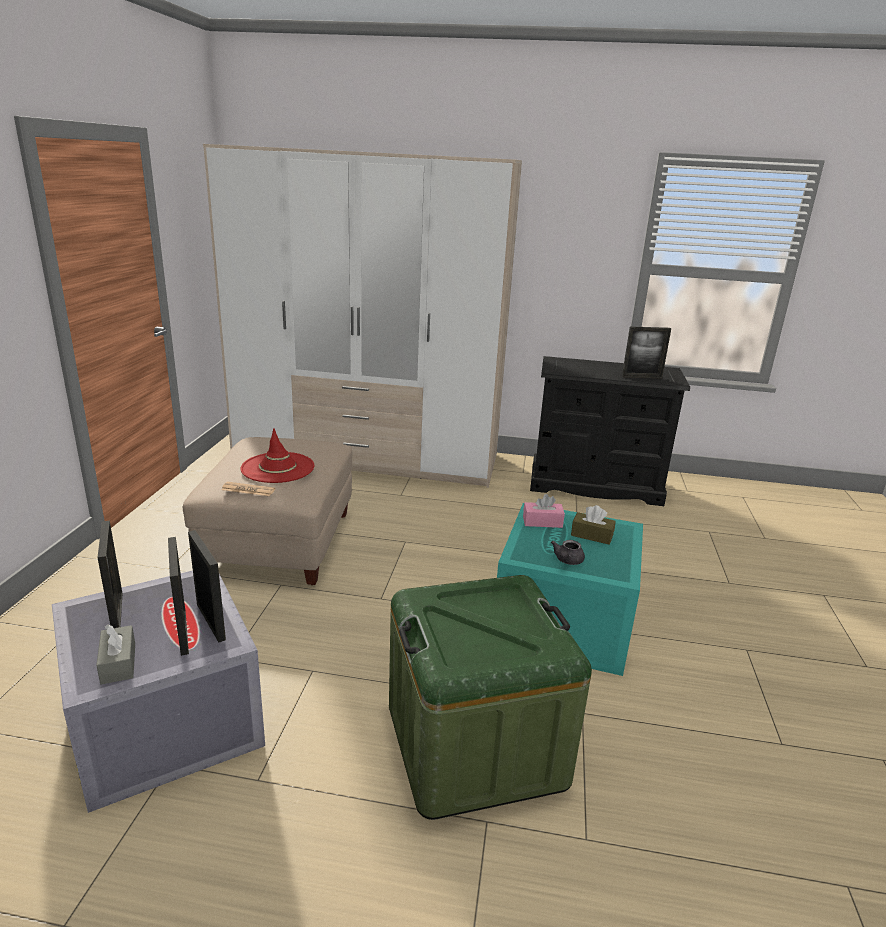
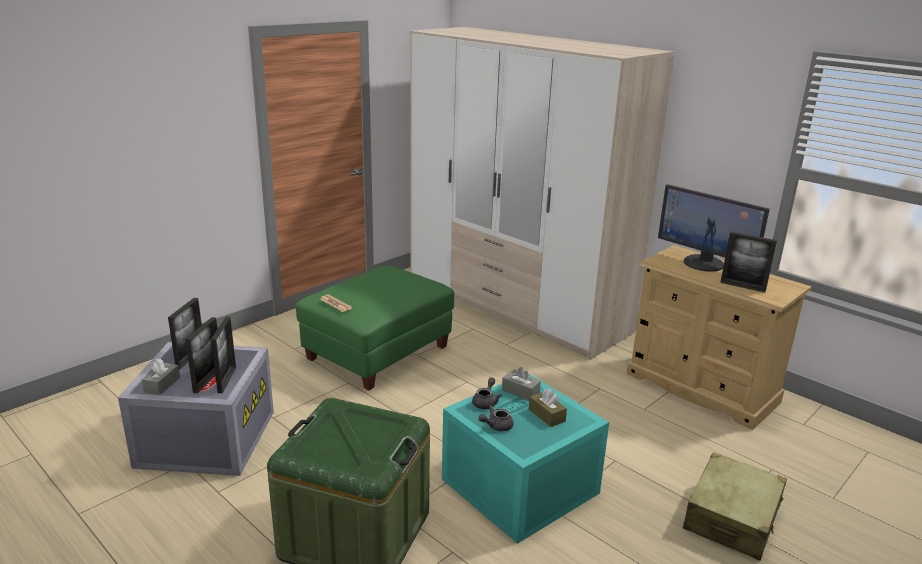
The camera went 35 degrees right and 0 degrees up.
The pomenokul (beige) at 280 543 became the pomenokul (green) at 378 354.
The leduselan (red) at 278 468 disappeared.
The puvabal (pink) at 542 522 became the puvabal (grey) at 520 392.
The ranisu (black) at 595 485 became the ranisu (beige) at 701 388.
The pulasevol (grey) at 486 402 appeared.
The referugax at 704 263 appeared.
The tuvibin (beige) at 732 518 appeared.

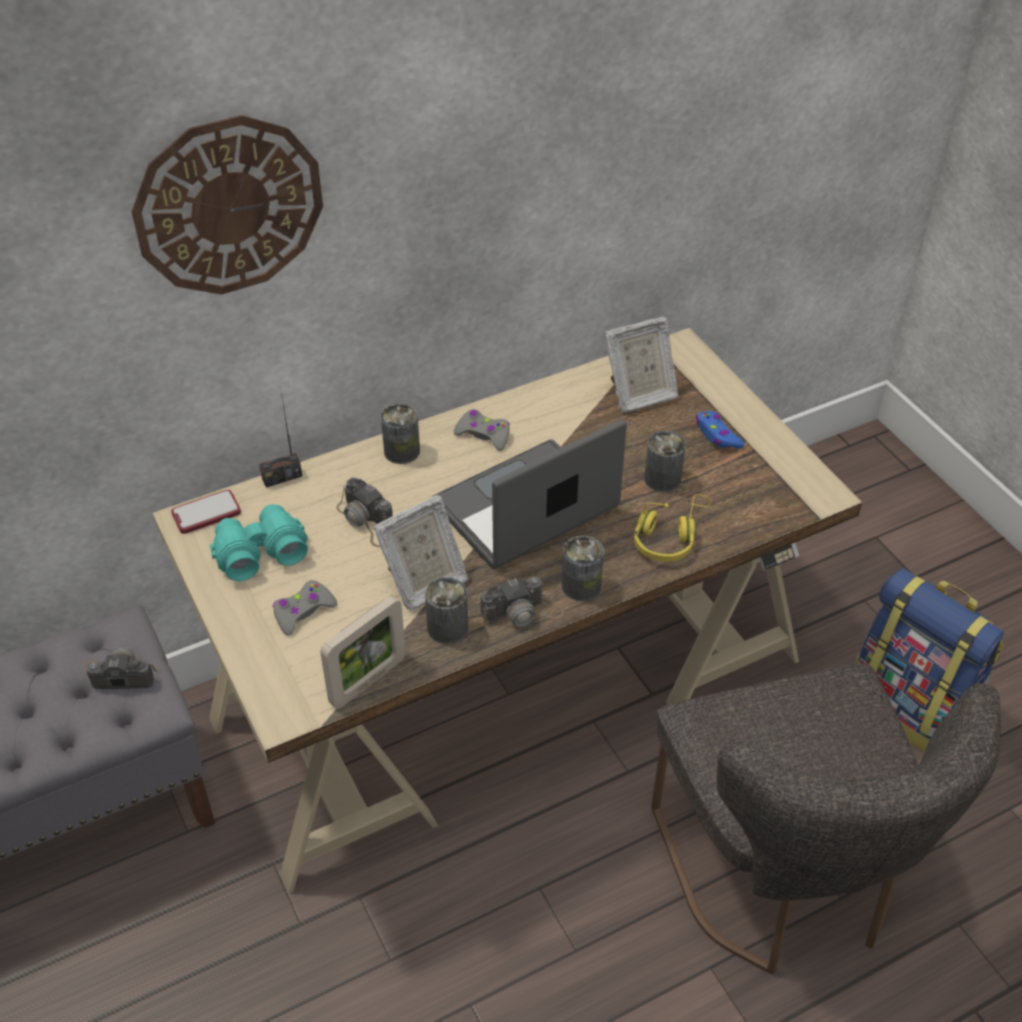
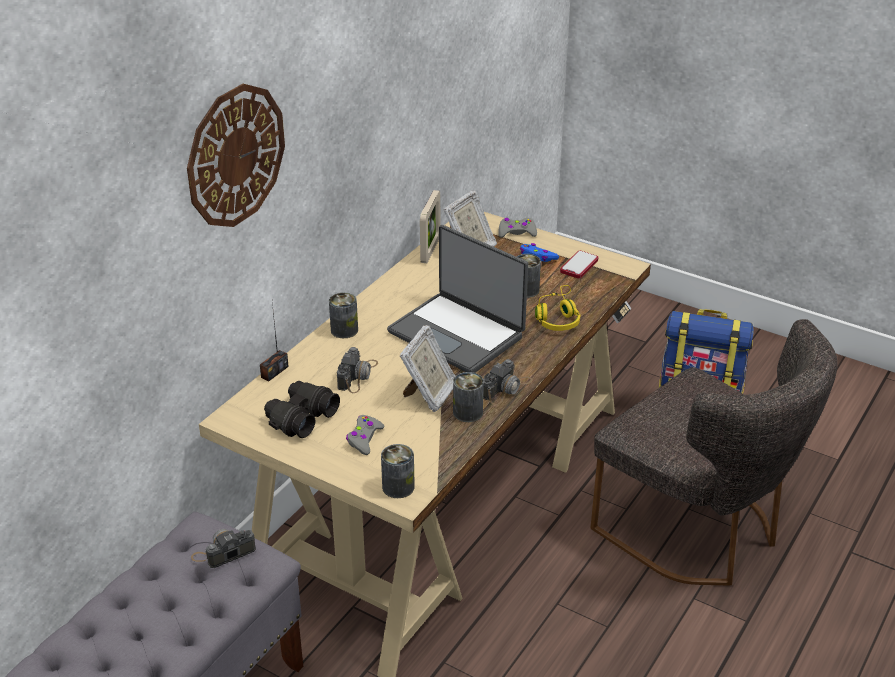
The camera went 30 degrees left and 10 degrees down.
The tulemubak moved from 206 513 to 579 266.
The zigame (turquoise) at 259 551 became the zigame (black) at 300 417.
The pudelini moved from 368 681 to 430 250.
The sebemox at 366 520 turned 90 degrees counterclockwise.
The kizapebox at 527 509 turned 75 degrees counterclockwise.
The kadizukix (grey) moved from 483 435 to 516 232.
The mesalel moved from 581 586 to 398 487.

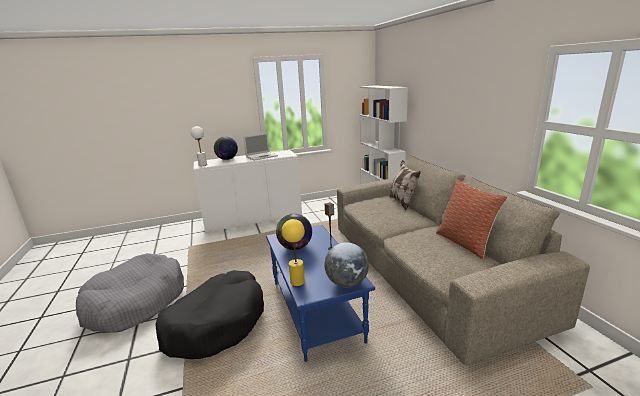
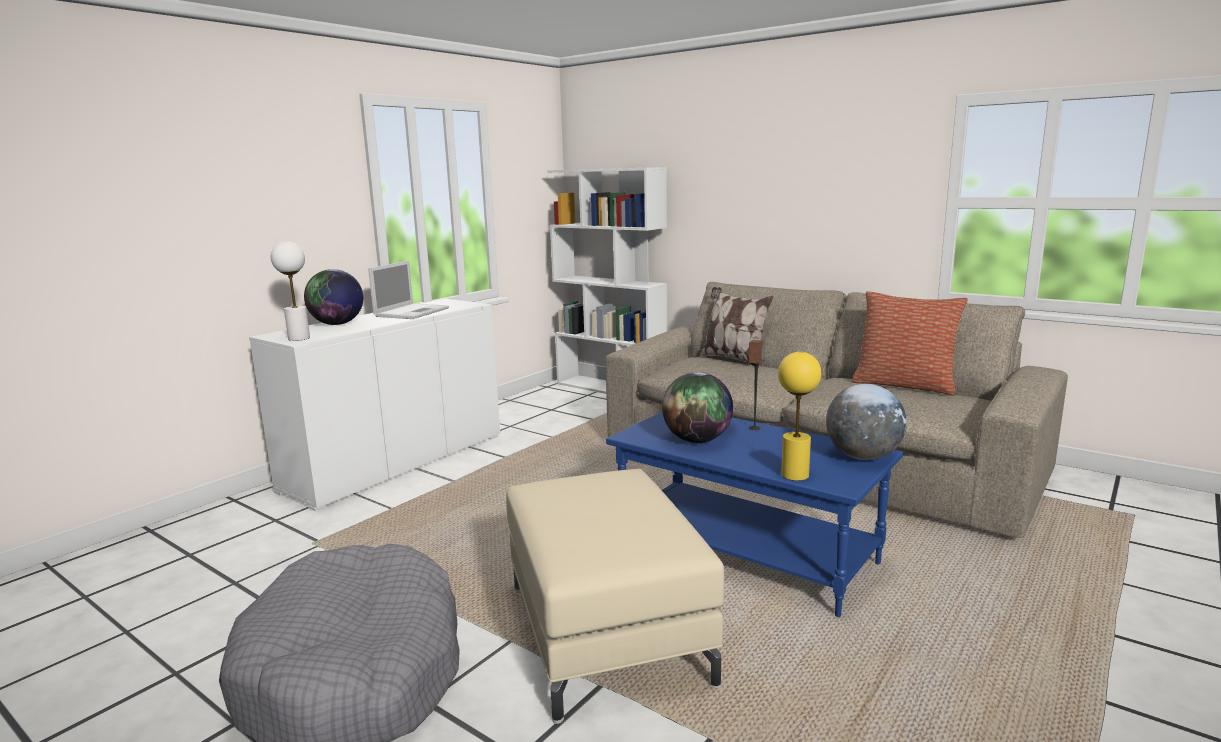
The camera went 35 degrees left and 5 degrees down.
The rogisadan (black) at 216 323 was replaced by the pomenokul (beige) at 608 633.

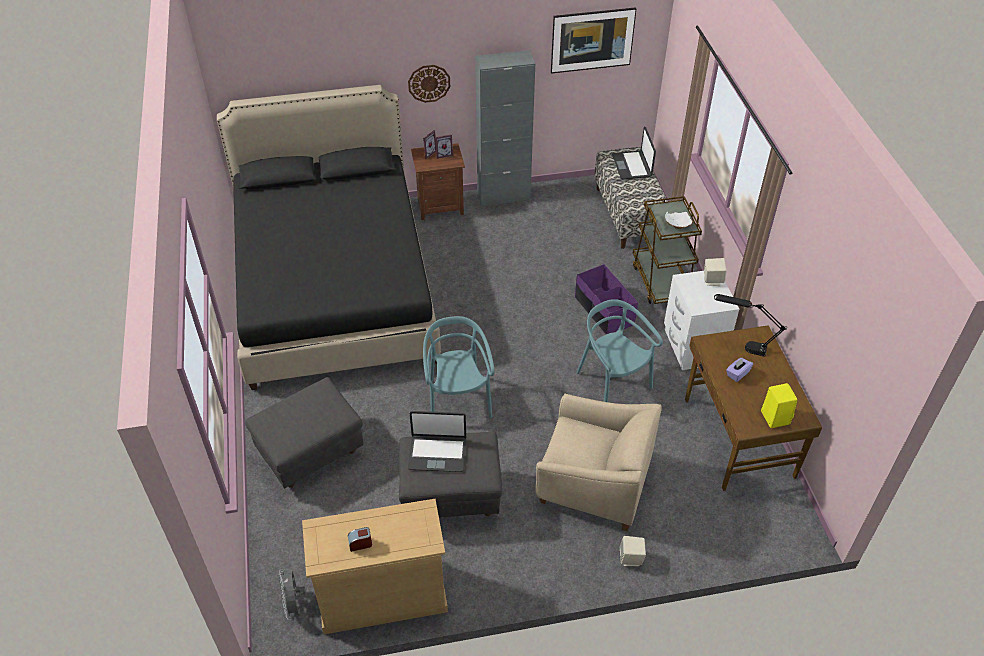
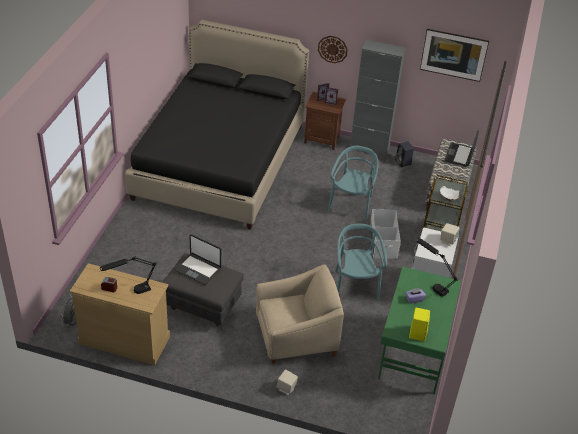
The camera went 25 degrees right and 5 degrees down.
The pomenokul (grey) at 311 454 disappeared.
The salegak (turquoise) moved from 458 400 to 351 204.
The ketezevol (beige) at 593 483 turned 60 degrees counterclockwise.
The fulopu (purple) at 604 311 became the fulopu (white) at 383 242.
The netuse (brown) at 737 438 became the netuse (green) at 413 353.
The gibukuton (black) at 131 292 appeared.
The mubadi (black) at 403 162 appeared.

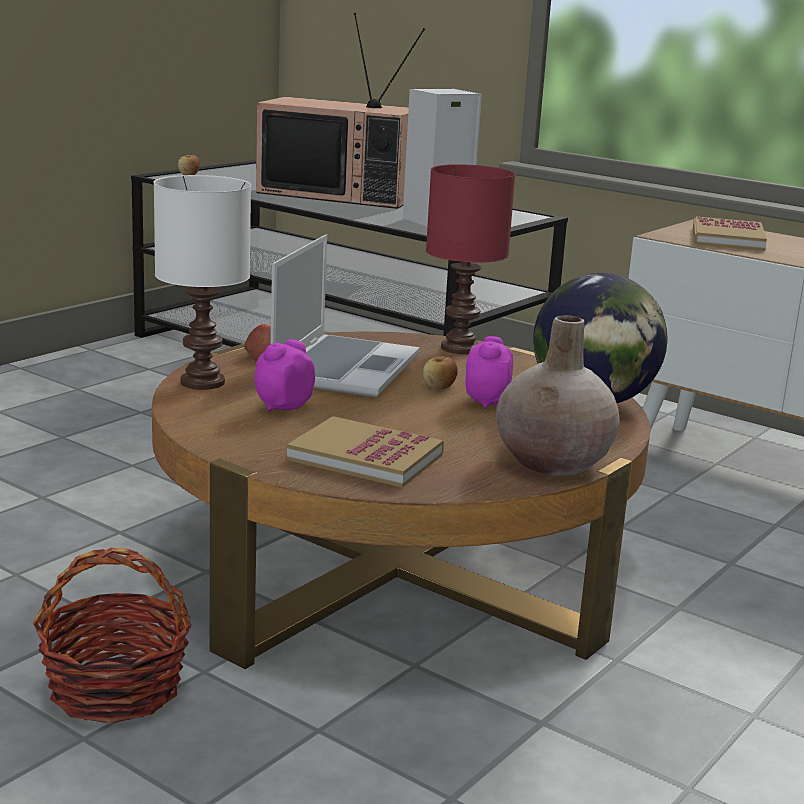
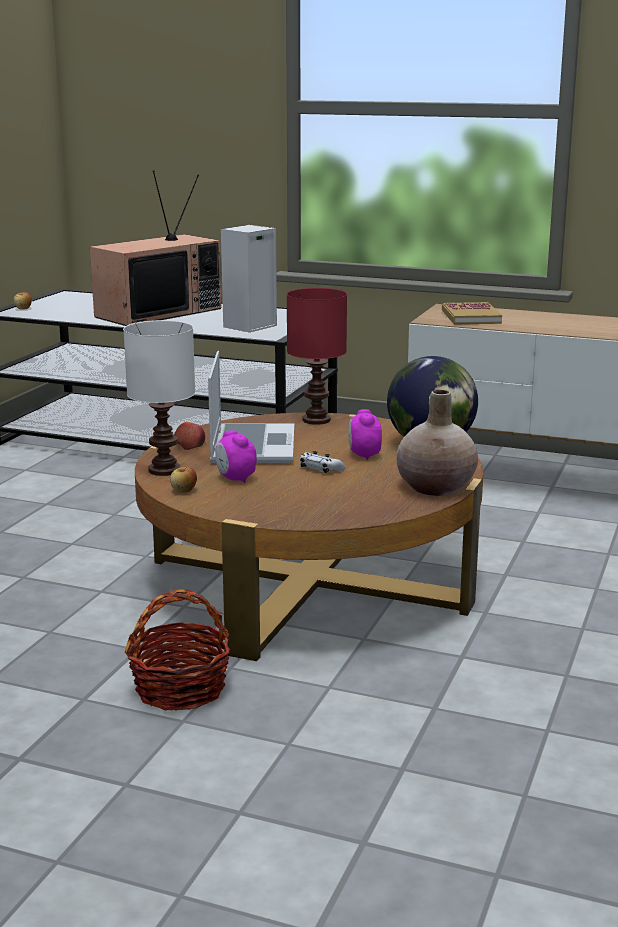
The camera went 15 degrees left and 0 degrees up.
The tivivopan at 283 407 turned 60 degrees counterclockwise.
The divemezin at 341 195 turned 45 degrees counterclockwise.
The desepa at 365 457 disappeared.
The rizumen moved from 439 387 to 183 491.
The kadizukix (white) at 320 468 appeared.

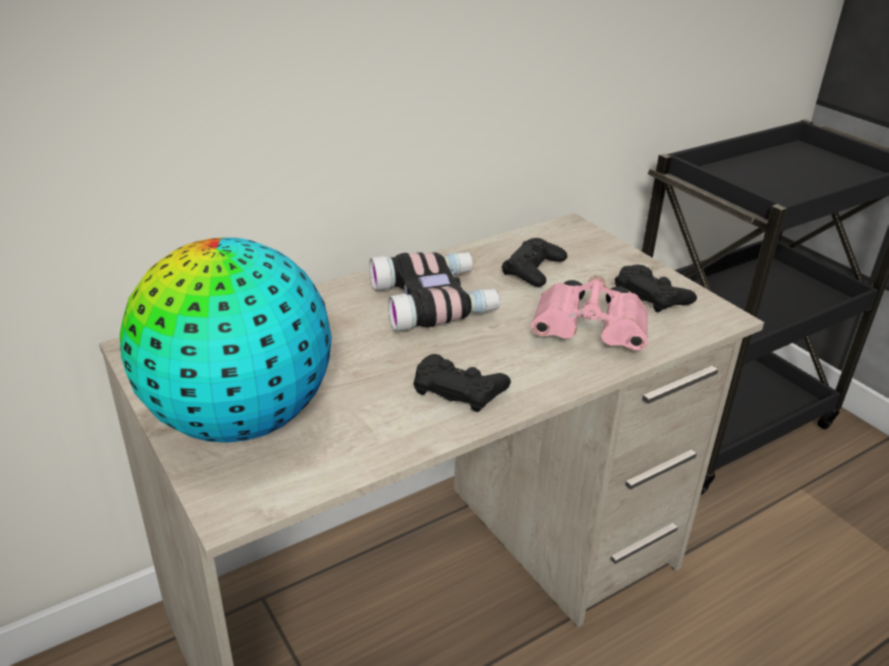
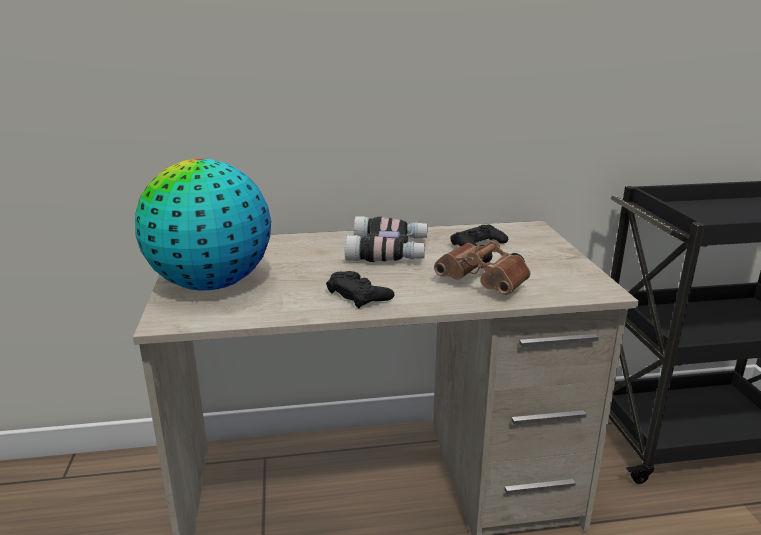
The camera went 25 degrees right and 10 degrees down.
The zigame (pink) at 592 334 became the zigame (brown) at 485 284.
The kadizukix (black) at 652 294 disappeared.

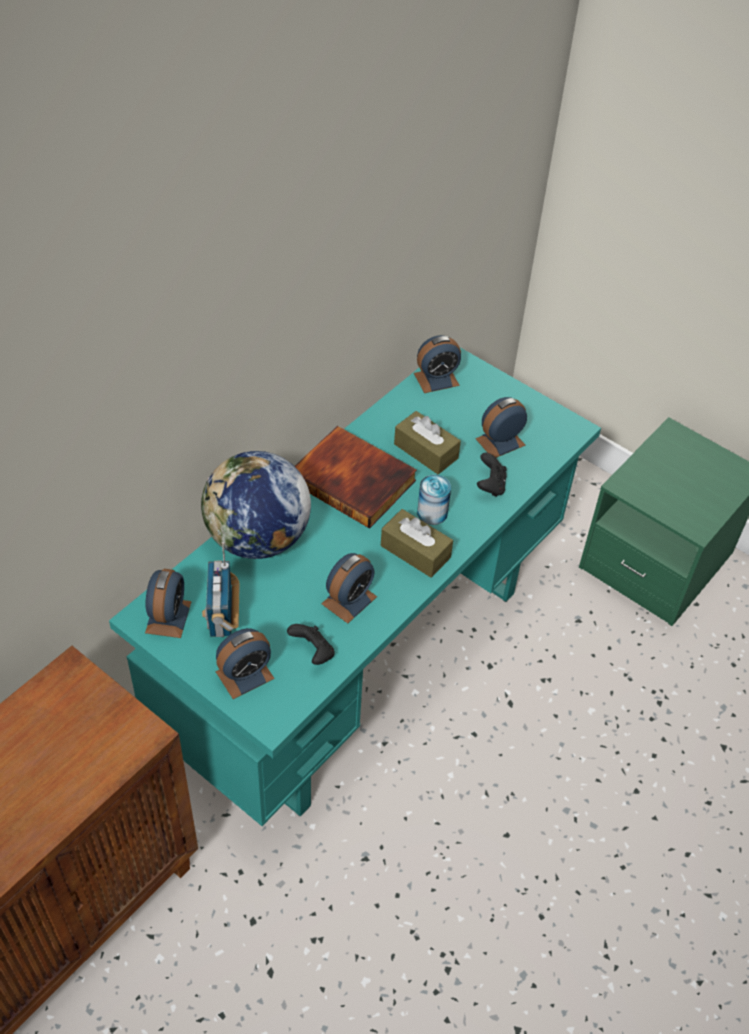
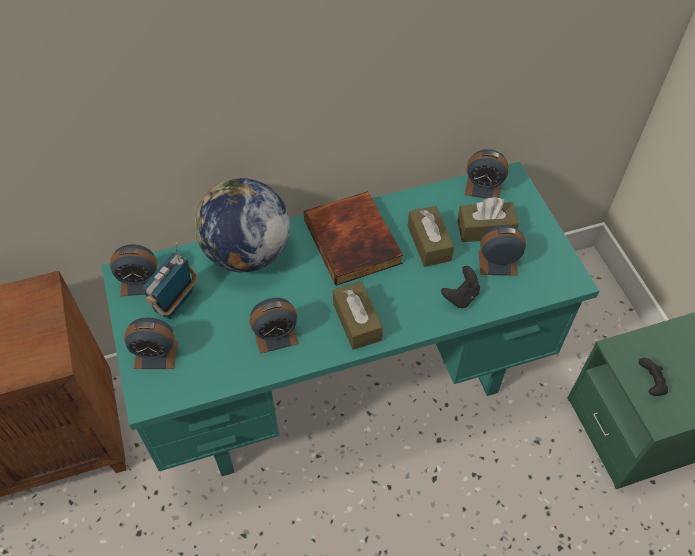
The camera went 35 degrees right and 5 degrees up.
The tivivopan at 168 617 turned 45 degrees clockwise.
The kadizukix (black) moved from 313 652 to 650 384.
The mesalel at 432 513 disappeared.
The puvabal (brown) at 485 229 appeared.

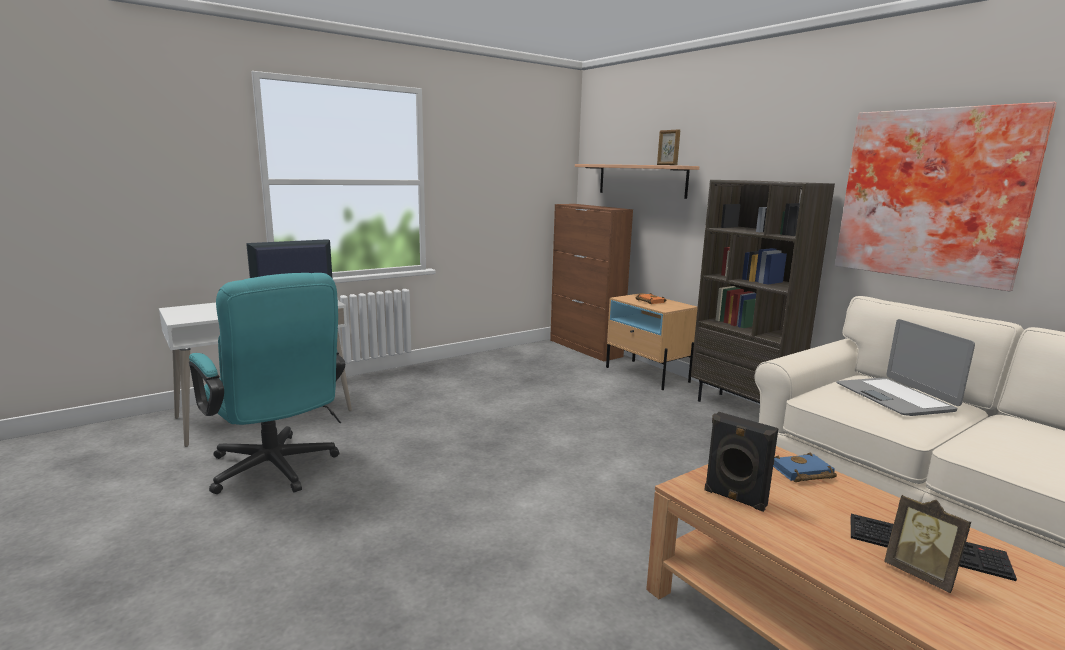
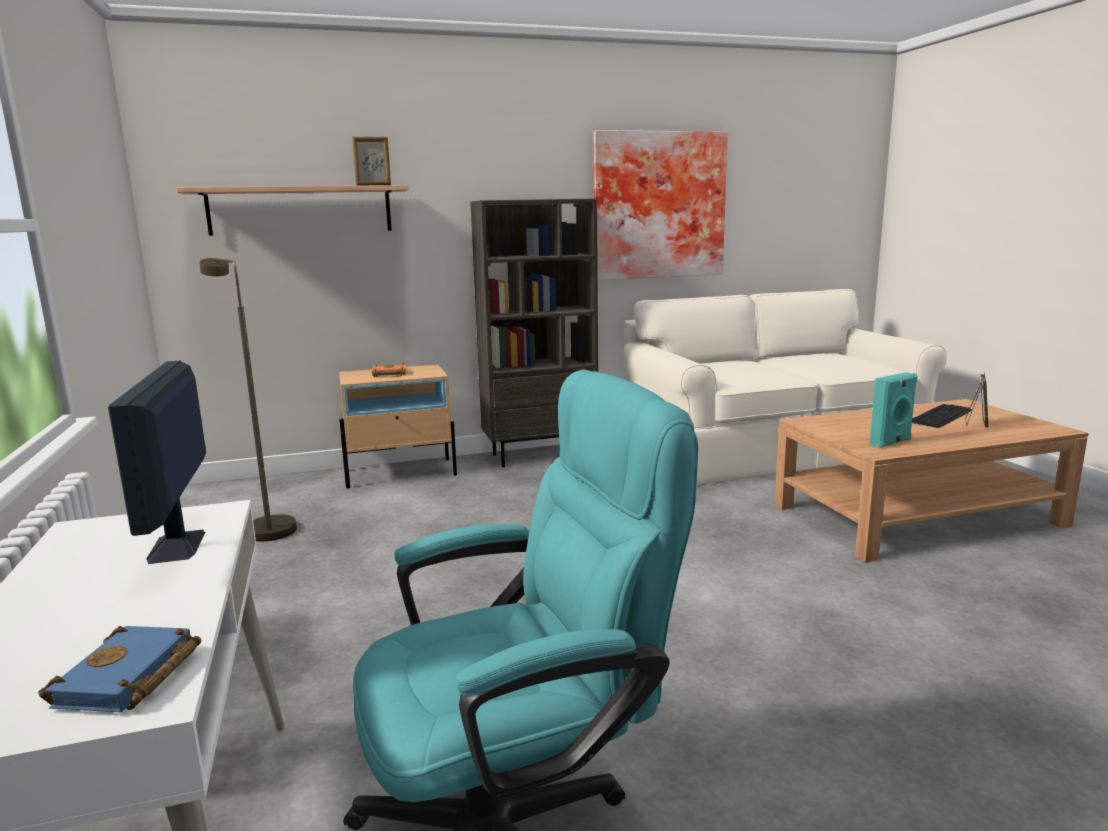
The camera went 70 degrees left and 0 degrees up.
The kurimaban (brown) at 585 348 disappeared.
The mubadi (black) at 734 498 became the mubadi (turquoise) at 891 442.
The desepa (blue) moved from 802 473 to 129 679.
The kizapebox at 895 397 disappeared.
The pudelini at 920 574 turned 45 degrees counterclockwise.
The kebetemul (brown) at 265 527 appeared.

